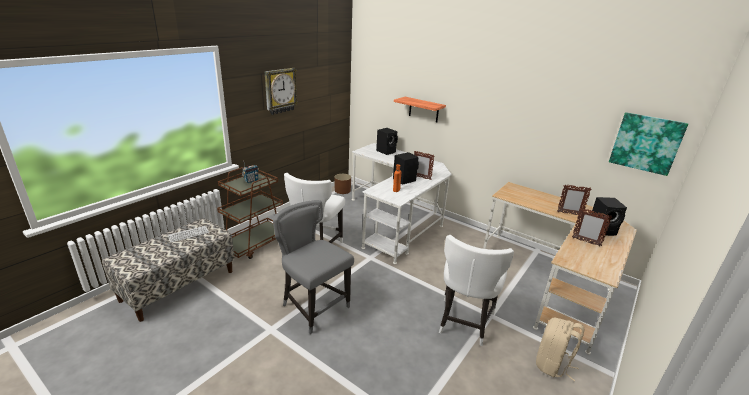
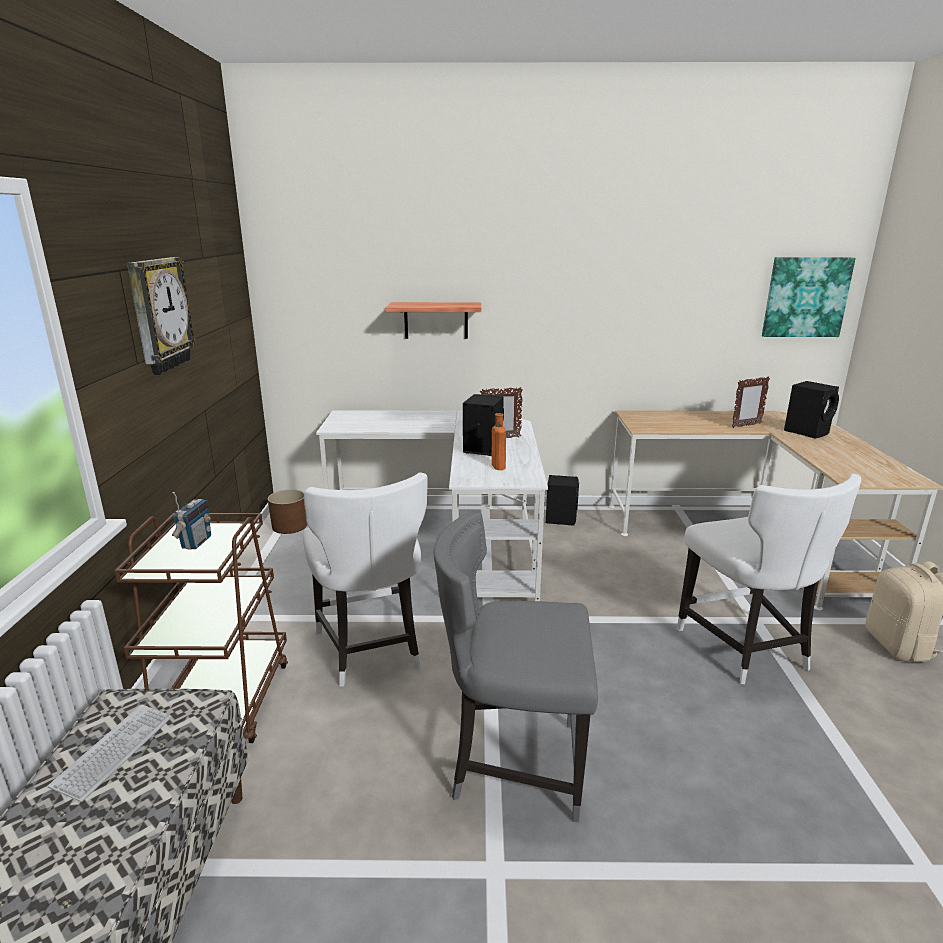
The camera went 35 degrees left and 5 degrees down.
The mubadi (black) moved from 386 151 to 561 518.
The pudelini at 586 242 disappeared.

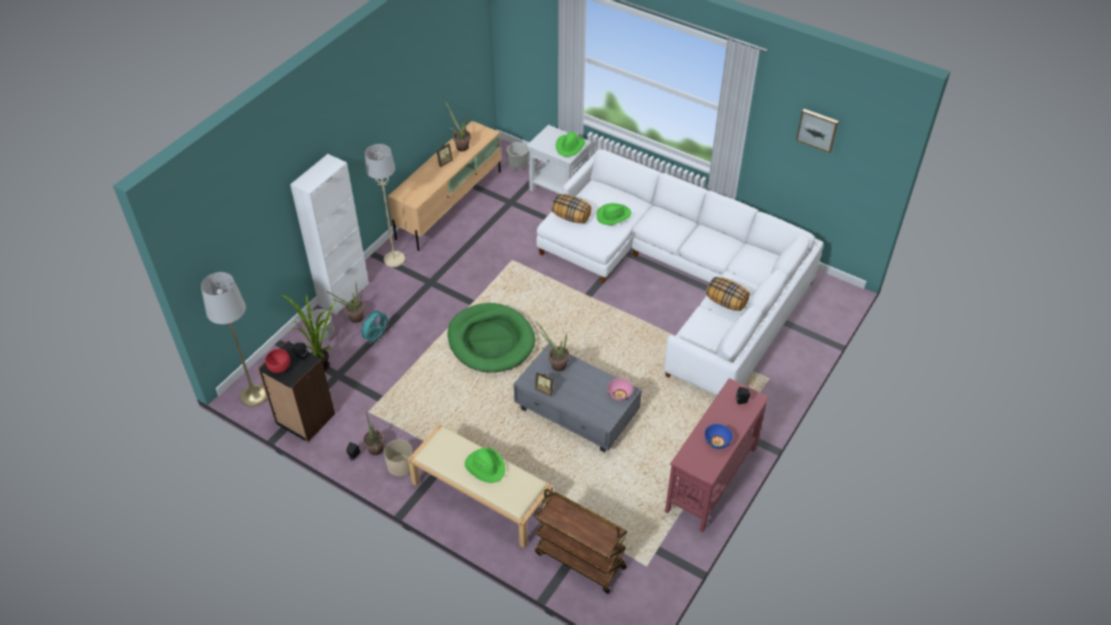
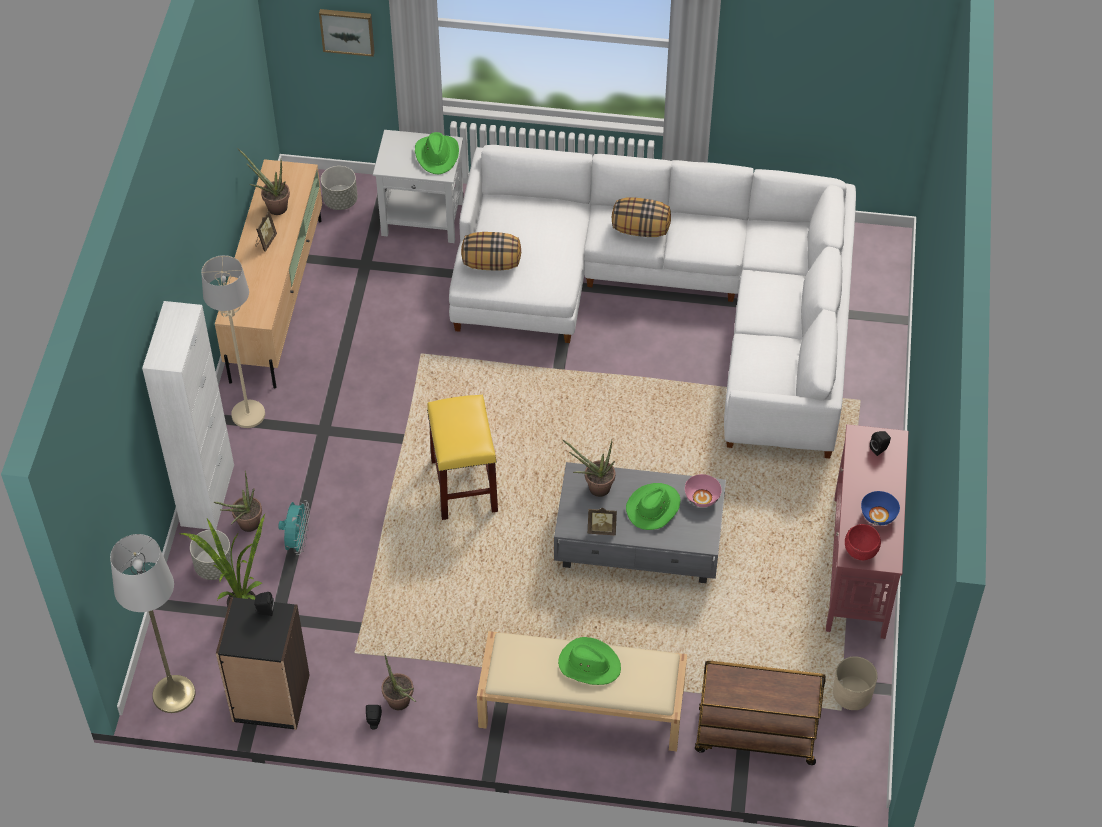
The camera went 25 degrees left and 5 degrees up.
The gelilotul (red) moved from 279 367 to 860 551.
The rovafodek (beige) moved from 400 465 to 852 693.
The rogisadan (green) at 491 341 was replaced by the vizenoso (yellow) at 463 485.
The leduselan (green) moved from 613 216 to 653 507.
The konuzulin moved from 726 302 to 641 229.
The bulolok moved from 817 129 to 347 30.

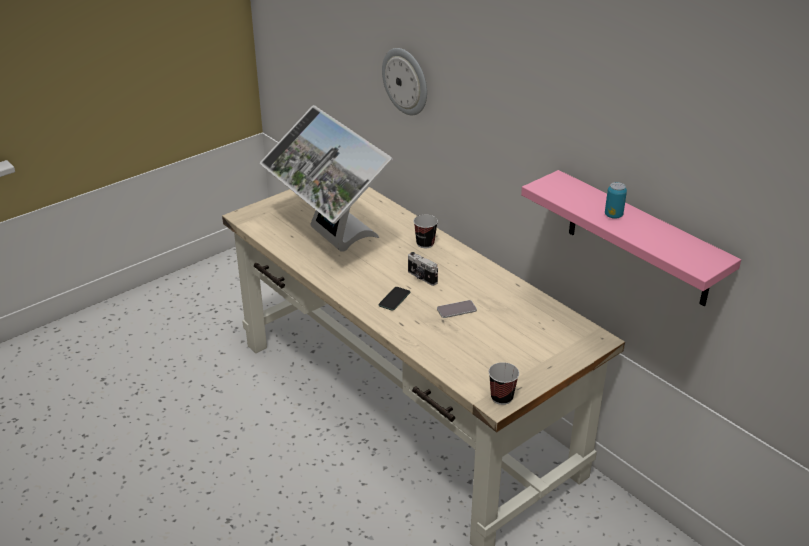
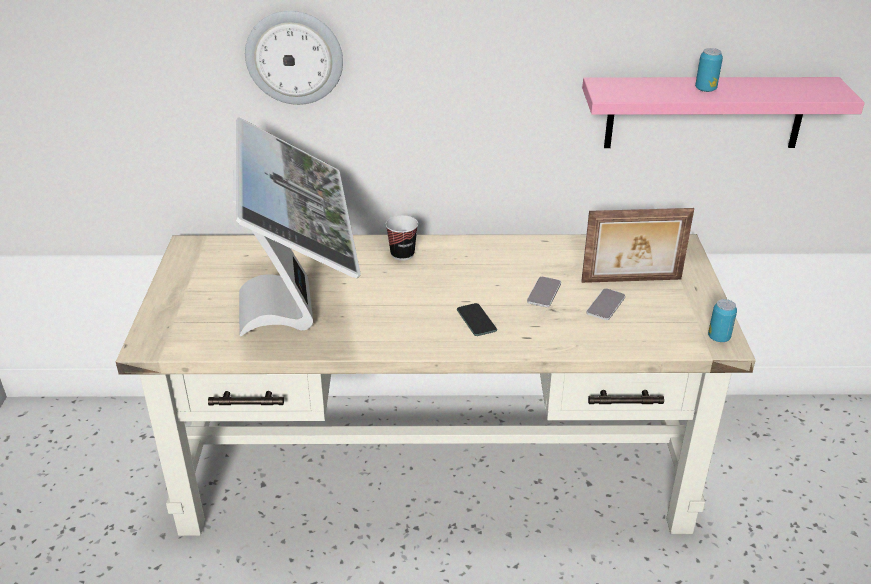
The camera went 50 degrees left and 0 degrees up.
The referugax at 330 239 turned 105 degrees counterclockwise.
The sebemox at 421 278 disappeared.
The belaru at 501 397 was replaced by the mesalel at 718 337.
The pudelini at 631 281 appeared.
The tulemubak at 606 305 appeared.

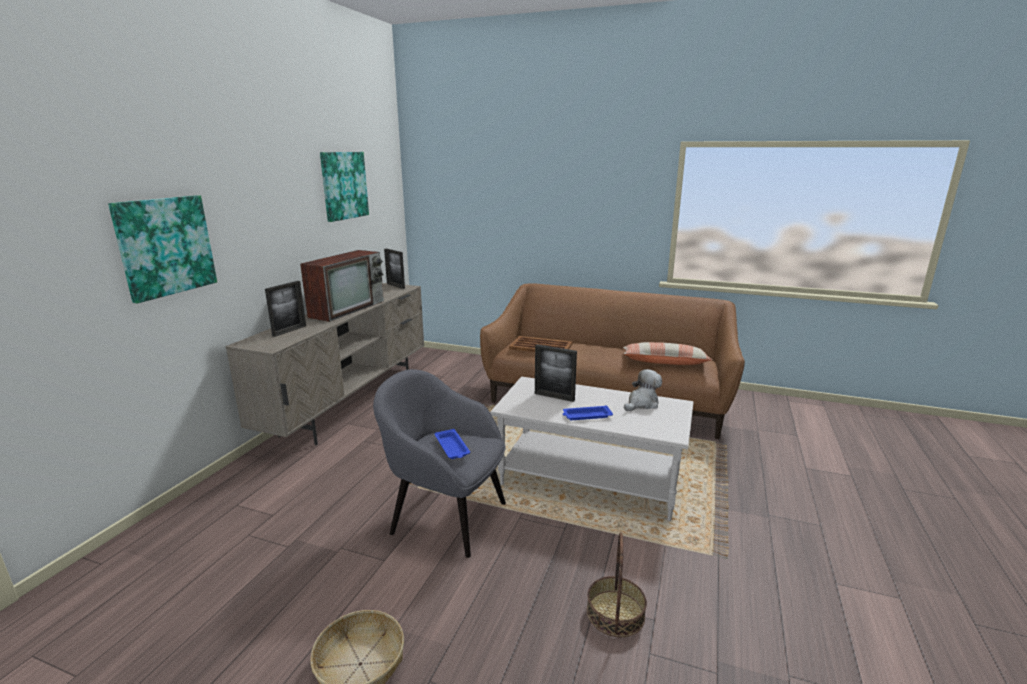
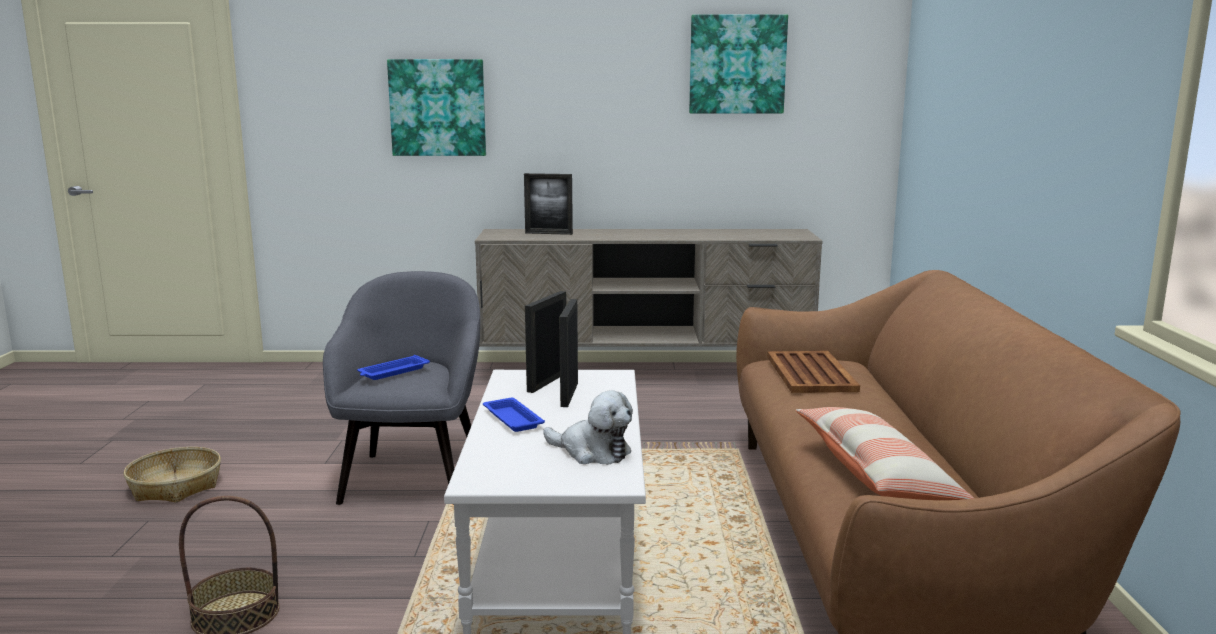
The camera went 70 degrees right and 5 degrees down.
The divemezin at 348 308 disappeared.
The pudelini moved from 395 286 to 547 382.

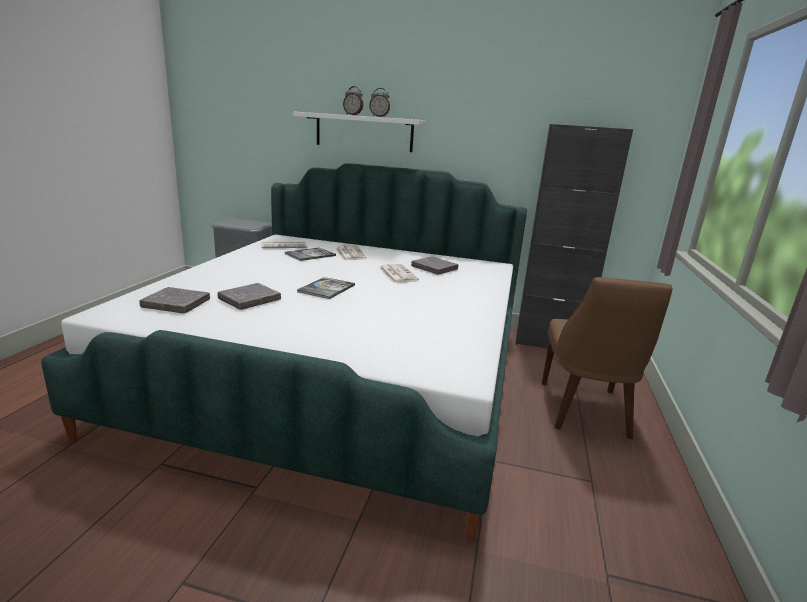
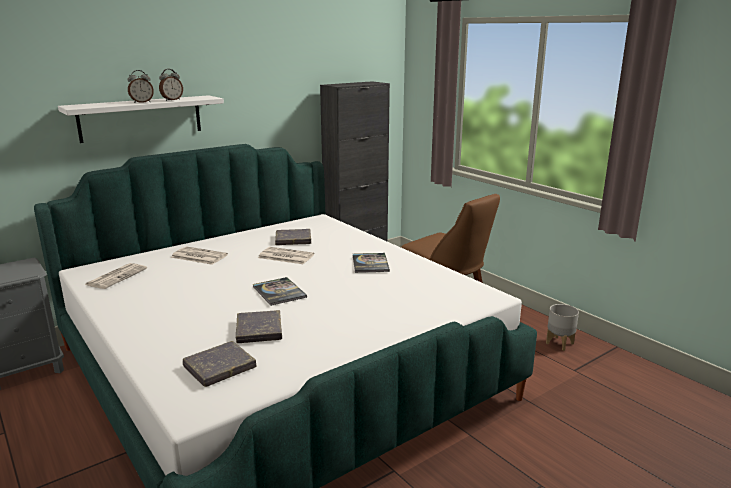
The camera went 50 degrees left and 0 degrees up.
The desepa moved from 310 255 to 370 263.
The rovafodek (grey) at 559 343 appeared.

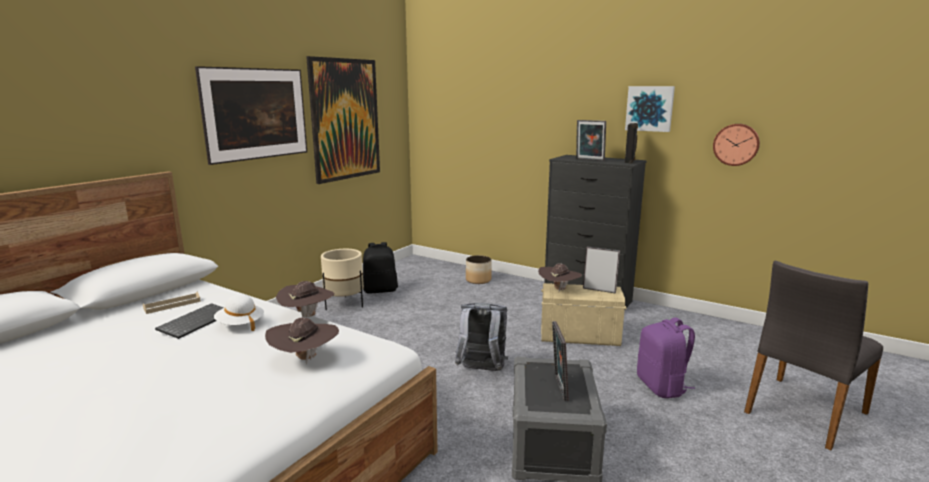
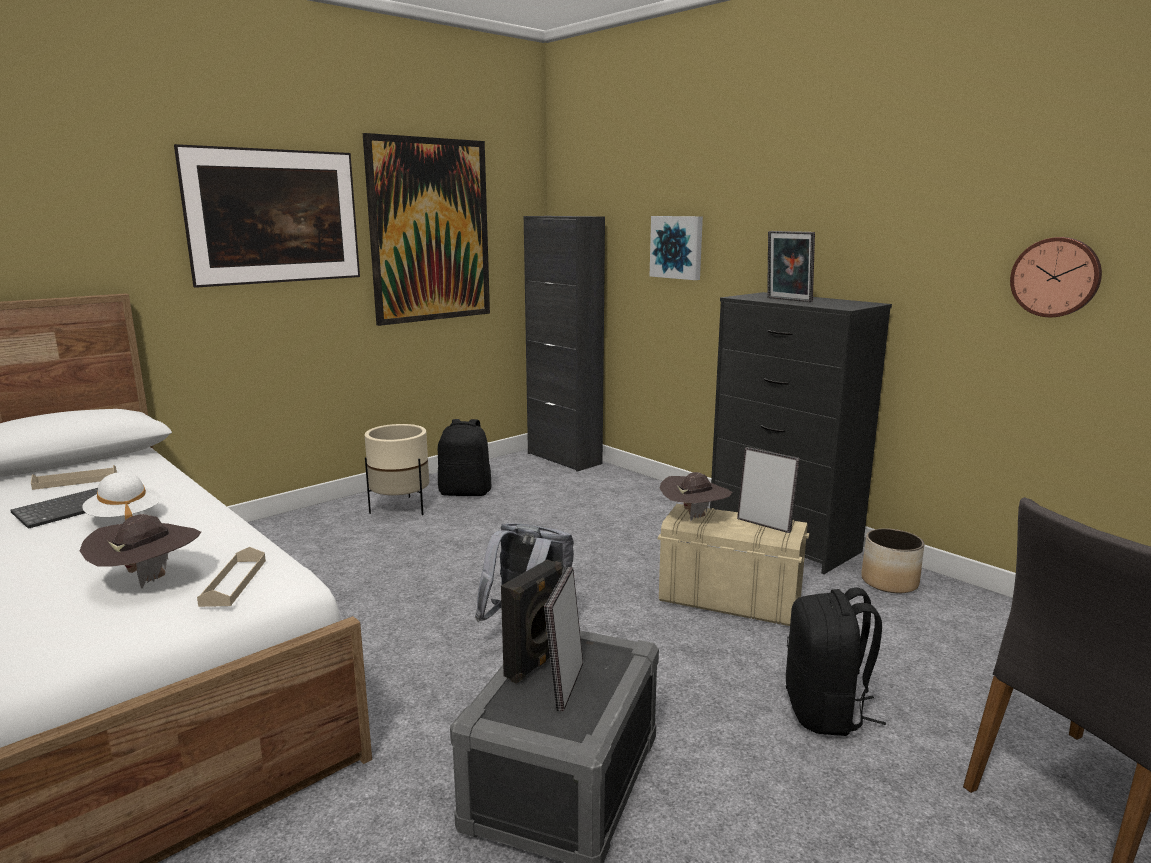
The camera went 15 degrees right and 0 degrees up.
The leduselan (brown) at 307 316 disappeared.
The rovafodek moved from 478 280 to 889 582.
The bulolok moved from 649 108 to 677 247.
The mubadi (black) moved from 630 161 to 535 664.
The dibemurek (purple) at 662 387 became the dibemurek (black) at 825 712.
The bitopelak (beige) at 234 582 appeared.
The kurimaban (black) at 564 458 appeared.

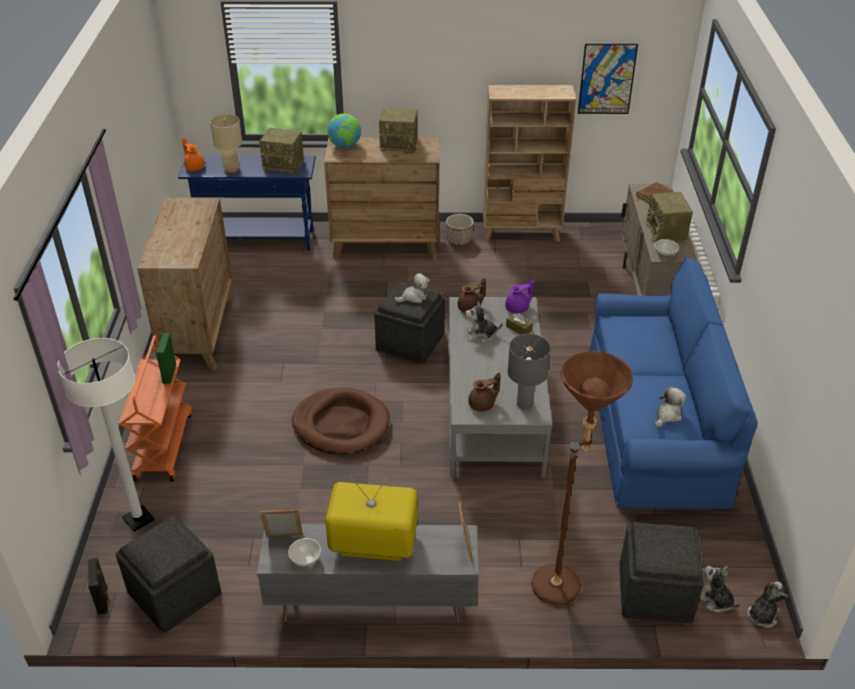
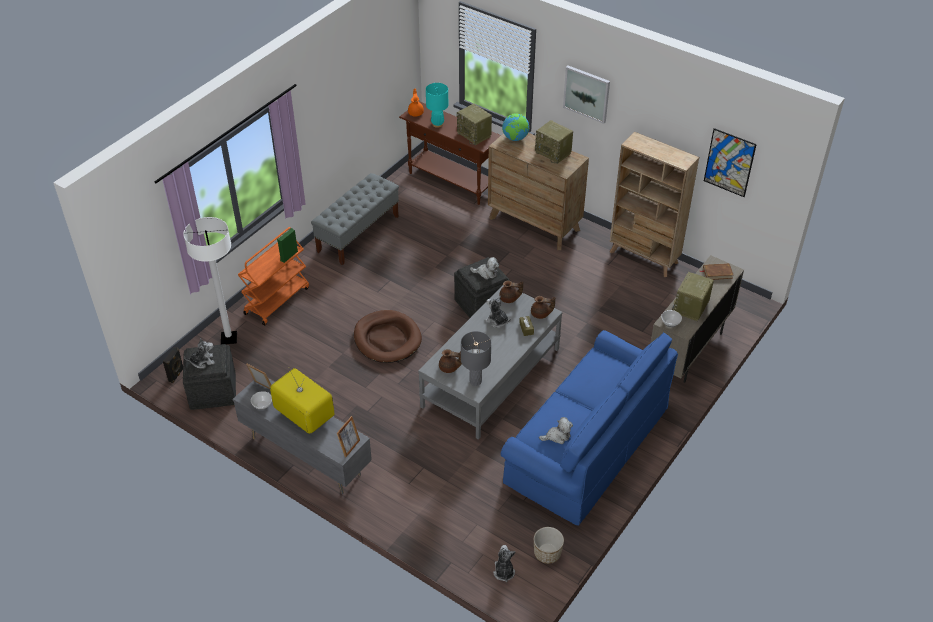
The camera went 35 degrees right and 5 degrees up.
The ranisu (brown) at 199 332 was replaced by the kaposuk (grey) at 358 234.
The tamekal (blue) at 258 241 became the tamekal (brown) at 451 182.
The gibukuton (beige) at 231 169 became the gibukuton (turquoise) at 437 124.
The rovafodek moved from 459 240 to 547 553.
The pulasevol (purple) at 518 308 became the pulasevol (brown) at 541 314.
The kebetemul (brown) at 564 580 disappeared.
The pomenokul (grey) at 654 593 disappeared.
The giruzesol moved from 762 615 to 202 361.
The bulolok at 586 93 appeared.

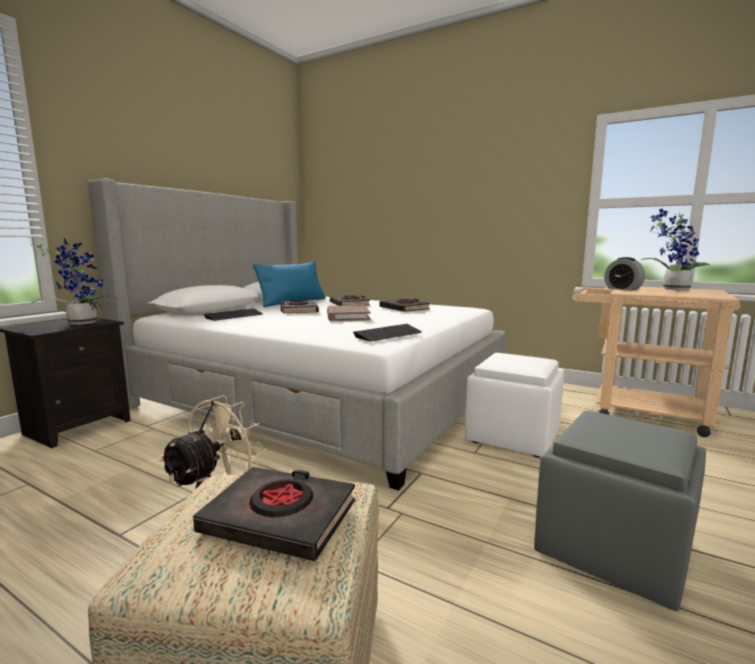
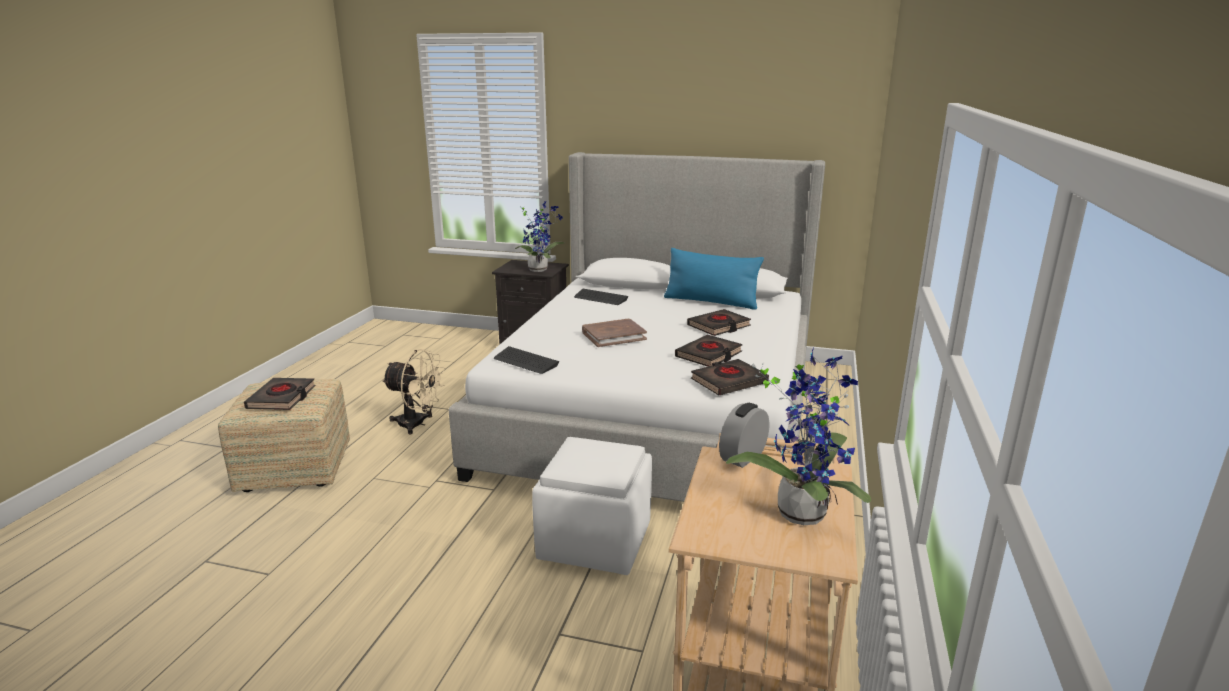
The camera went 75 degrees right and 10 degrees up.
The desepa (black) moved from 298 310 to 728 382.
The pomenokul (grey) at 614 550 disappeared.

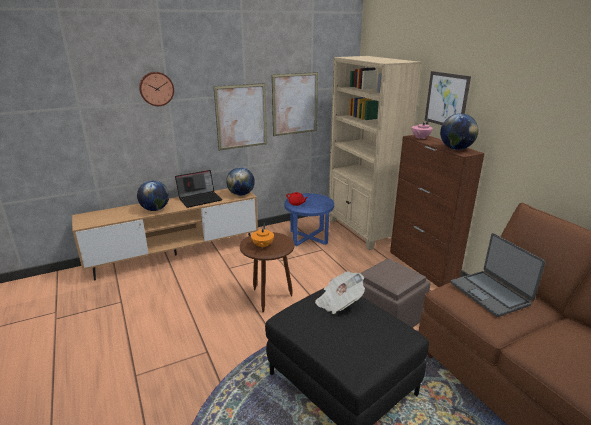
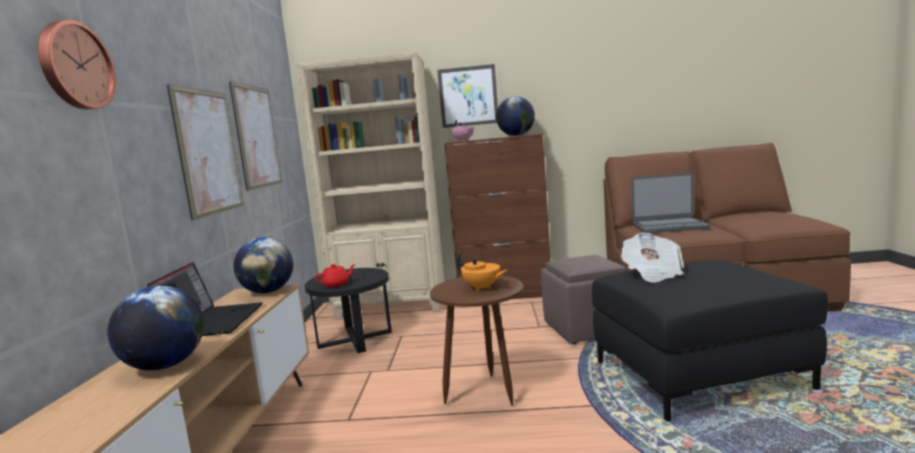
The camera went 60 degrees left and 15 degrees down.
The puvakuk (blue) at 308 237 became the puvakuk (black) at 355 339.

